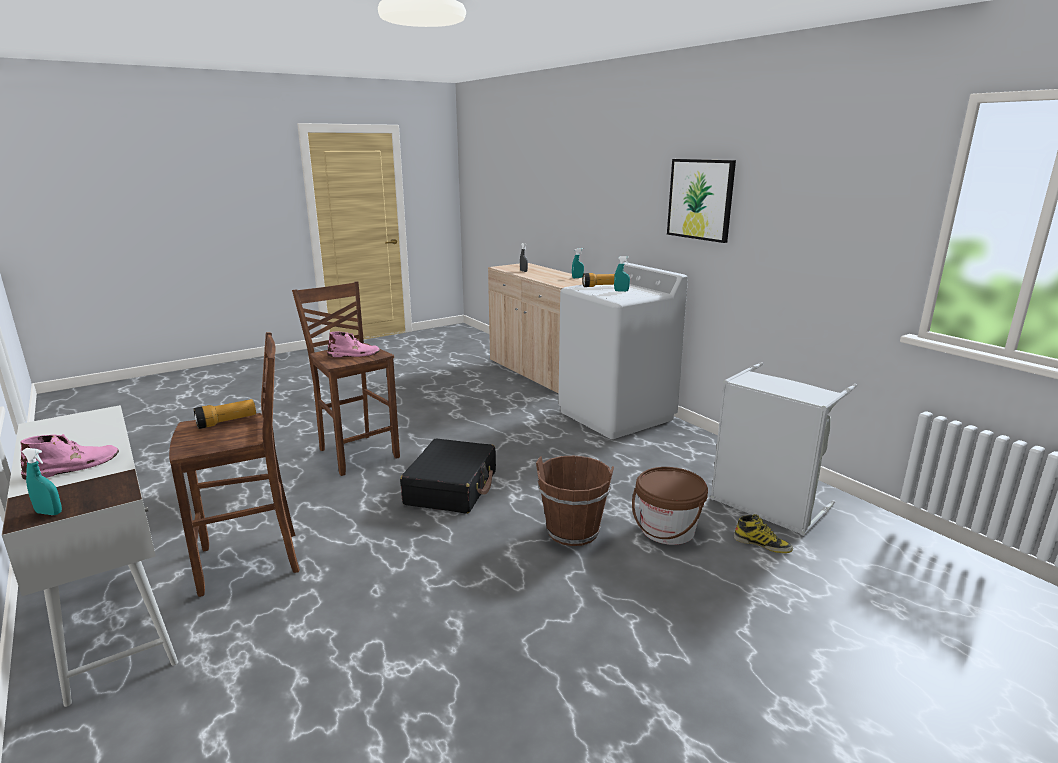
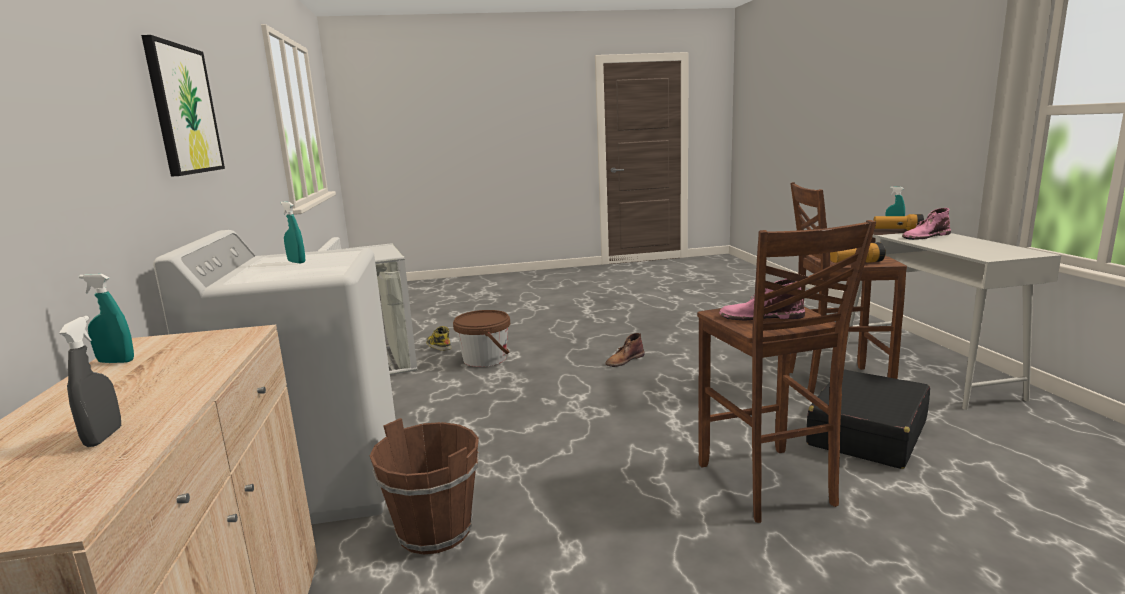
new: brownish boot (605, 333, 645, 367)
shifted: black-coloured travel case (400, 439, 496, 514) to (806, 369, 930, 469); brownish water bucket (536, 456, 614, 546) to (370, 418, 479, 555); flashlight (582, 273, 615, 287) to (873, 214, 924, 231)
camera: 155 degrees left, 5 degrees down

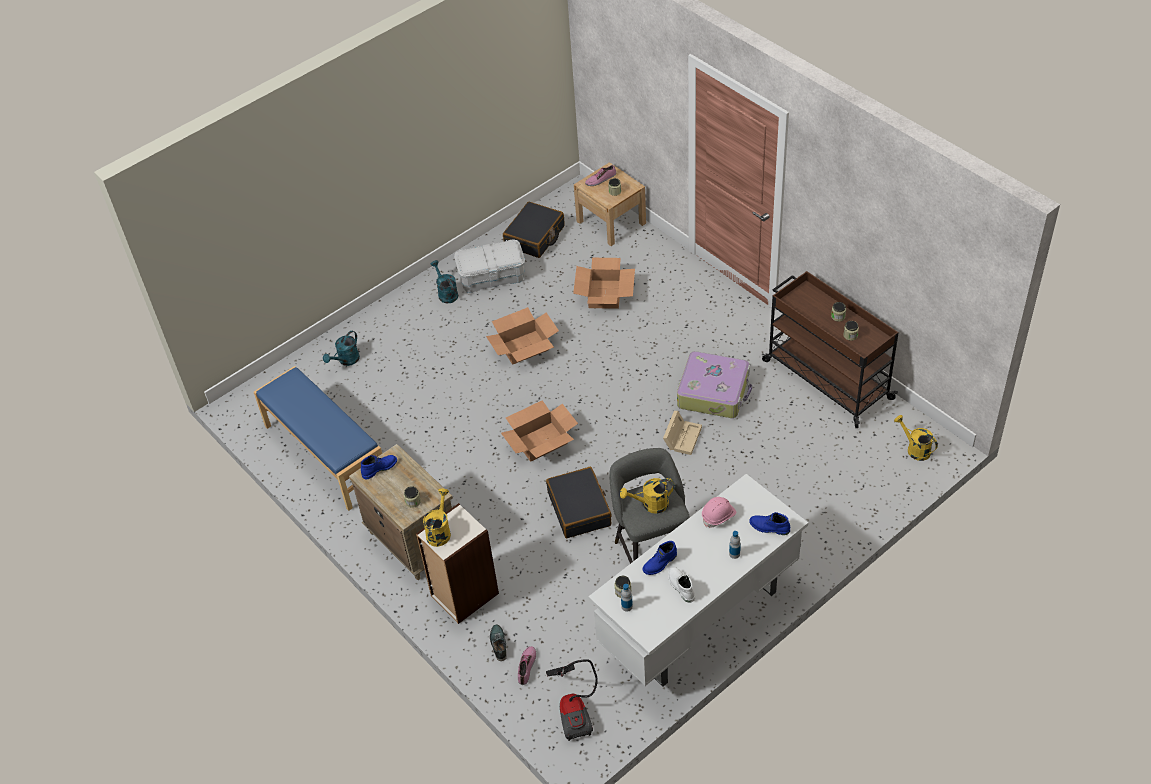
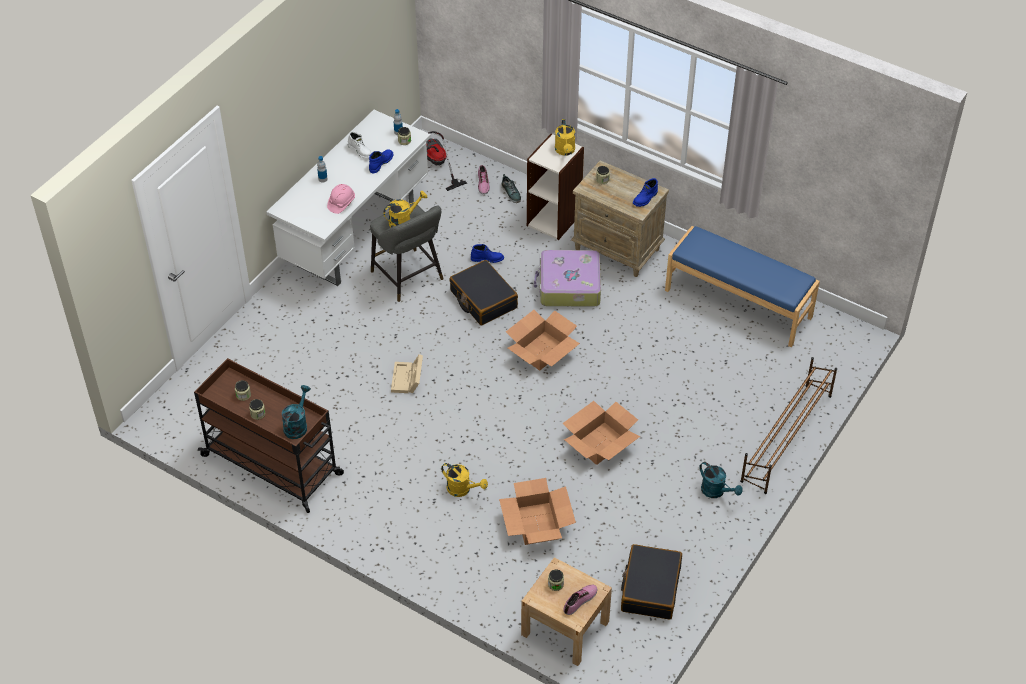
gone: white-coloured storage container (454, 239, 525, 293)
new: brownish shoe rack (740, 357, 837, 494)
shifted: turquoise-coloured watering can (323, 331, 360, 366) to (282, 385, 310, 439); travel case (677, 351, 752, 418) to (534, 250, 601, 307); blue boot (749, 512, 790, 535) to (471, 244, 504, 263); yellow-coloured watering can (894, 415, 938, 461) to (441, 463, 488, 497)
camera: 160 degrees right, 0 degrees up

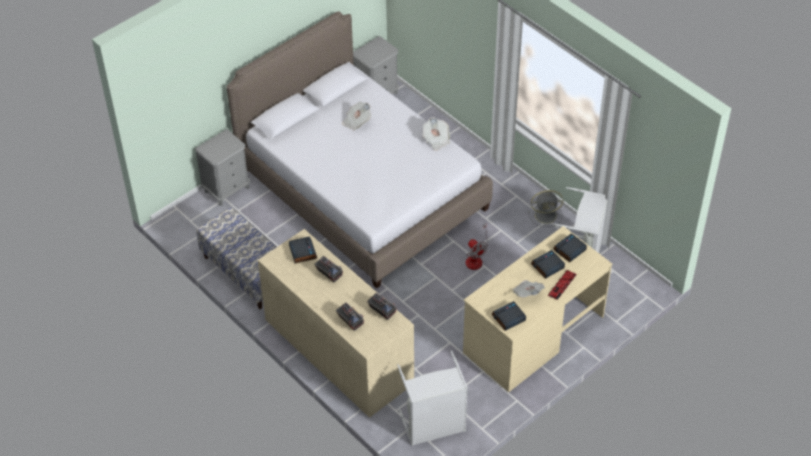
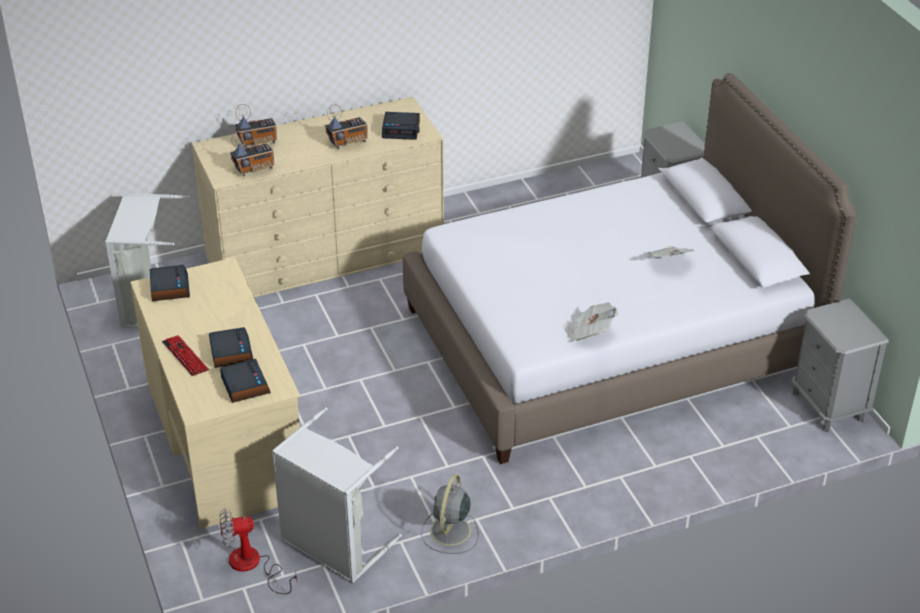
gone: long seat (196, 207, 277, 309); daily paper (512, 280, 545, 297)
shifted: electric fan (466, 223, 488, 270) to (219, 509, 297, 594)
camera: 110 degrees right, 10 degrees down

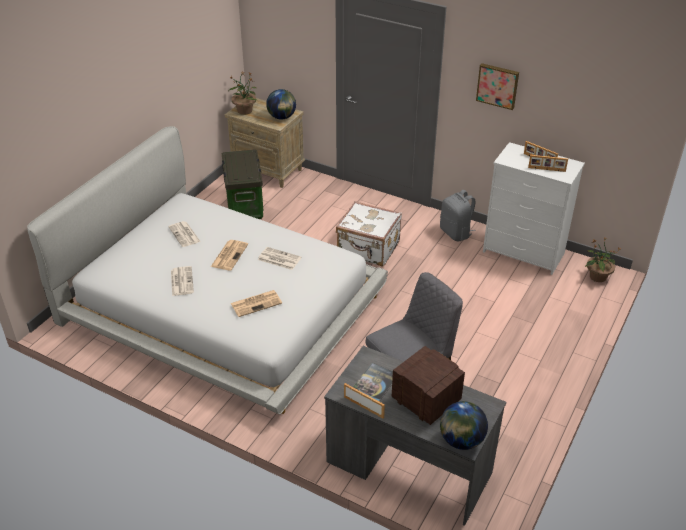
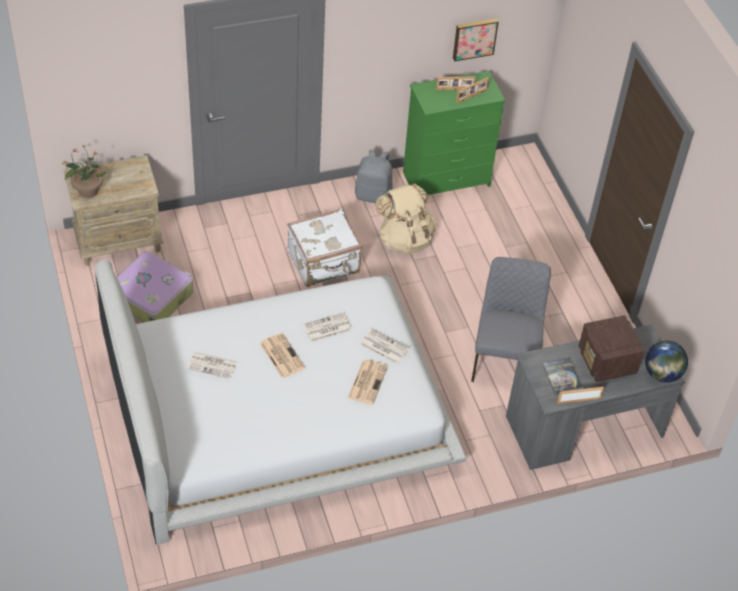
gone: desk globe (266, 89, 296, 119); potted plant (585, 236, 621, 282)
new: beige-coloured knapsack (376, 184, 436, 254)
shifted: daily paper (171, 266, 194, 296) to (360, 328, 409, 364); picture (476, 63, 519, 110) to (453, 18, 499, 61)
swapped: storage container (222, 149, 263, 219) to travel case (117, 252, 193, 323)
repainted: white-coloured dresser (483, 142, 585, 275) to green-coloured dresser (403, 71, 506, 195)
rotated: radio (392, 346, 465, 425) = (579, 315, 644, 382) 105 degrees counterclockwise
camera: 50 degrees left, 10 degrees up

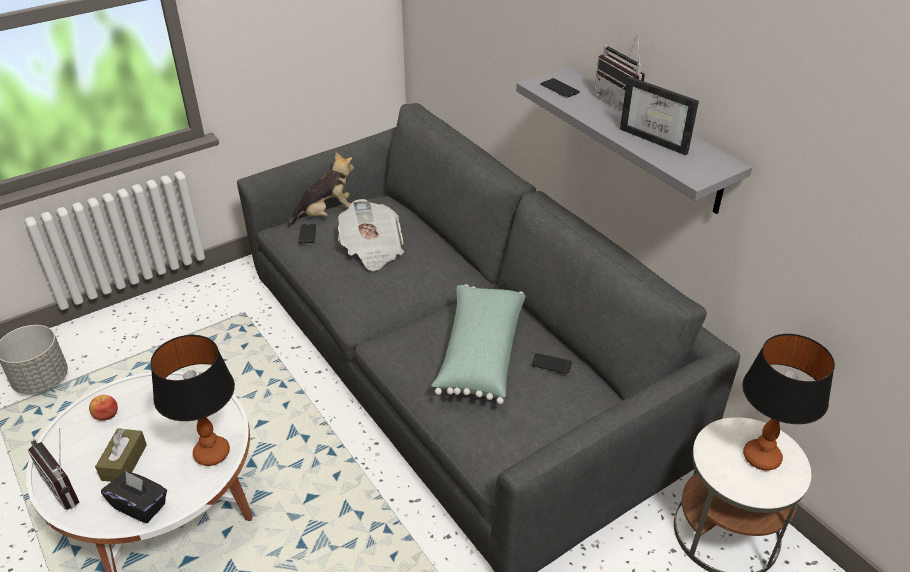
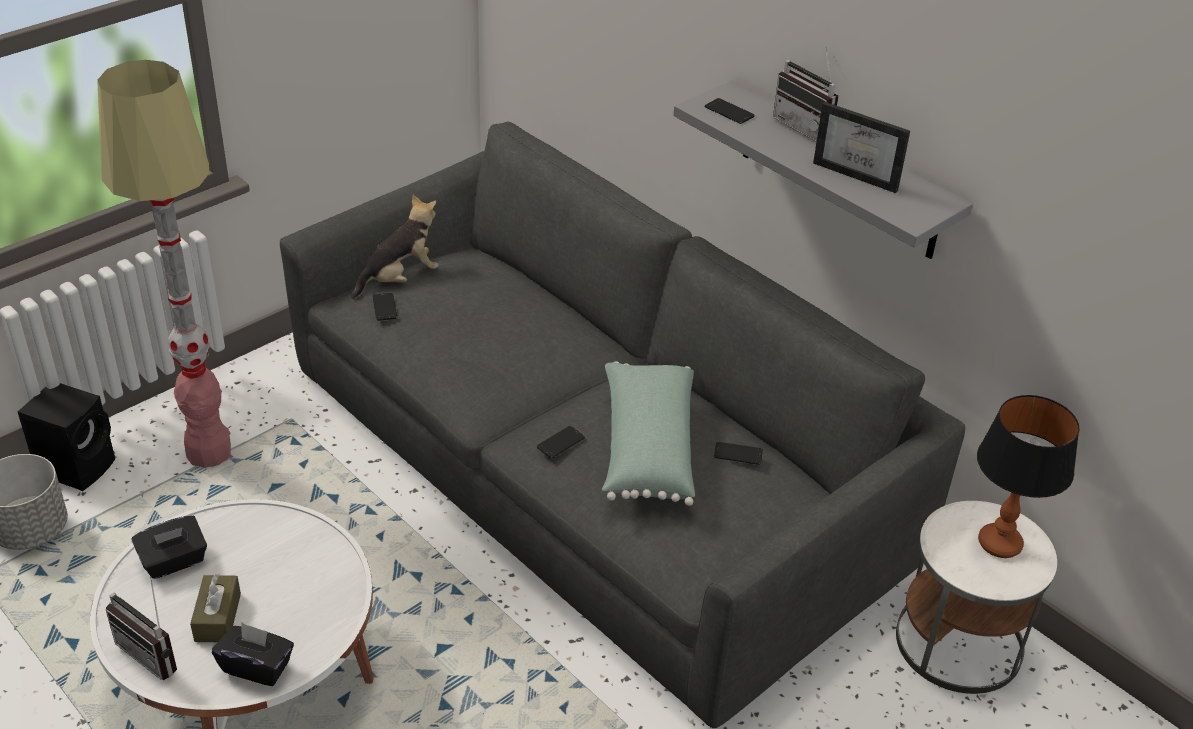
gone: lamp for a table (150, 335, 235, 466); daily paper (338, 199, 404, 271)
new: black-coloured audio speaker (18, 383, 115, 491); standard lamp (97, 60, 231, 468); phone (537, 426, 585, 458)
swapped: apple (89, 395, 118, 421) to black-coloured tissue holder (131, 516, 207, 579)
camera: 10 degrees left, 0 degrees up

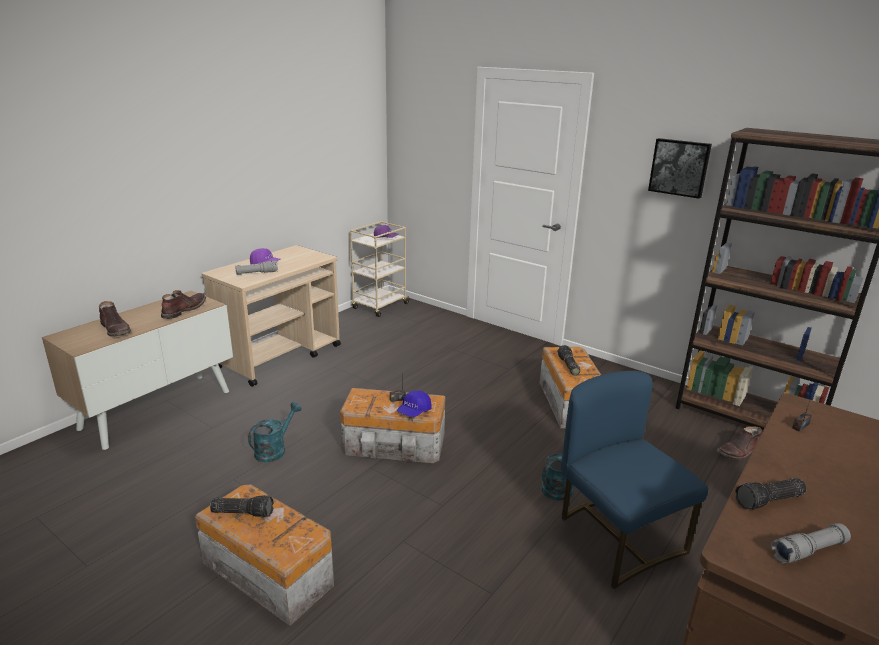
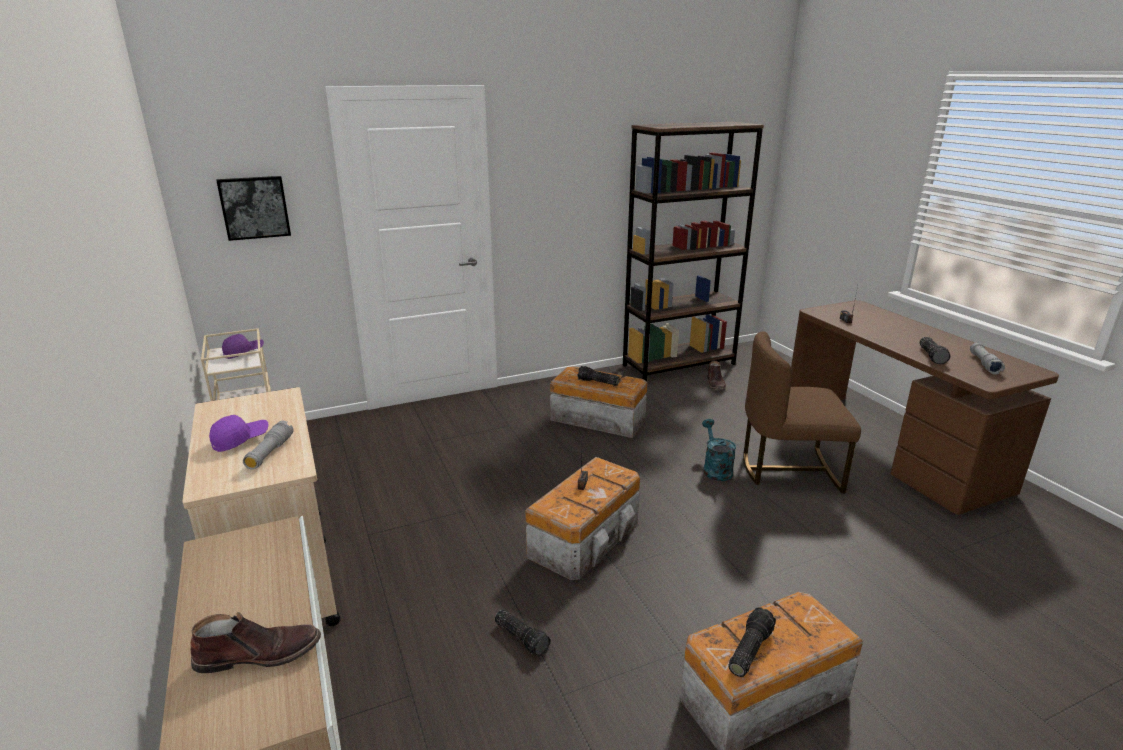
gone: brownish boot (161, 290, 206, 319); blue baseball cap (397, 390, 432, 417)
shifted: picture (648, 138, 712, 199) to (216, 176, 291, 241)
swapped: turquoise-coloured watering can (248, 402, 302, 463) to flashlight (495, 609, 551, 657)
repainted: blue chair (561, 371, 708, 589) to brownish chair (743, 332, 861, 494)
camera: 60 degrees left, 0 degrees up

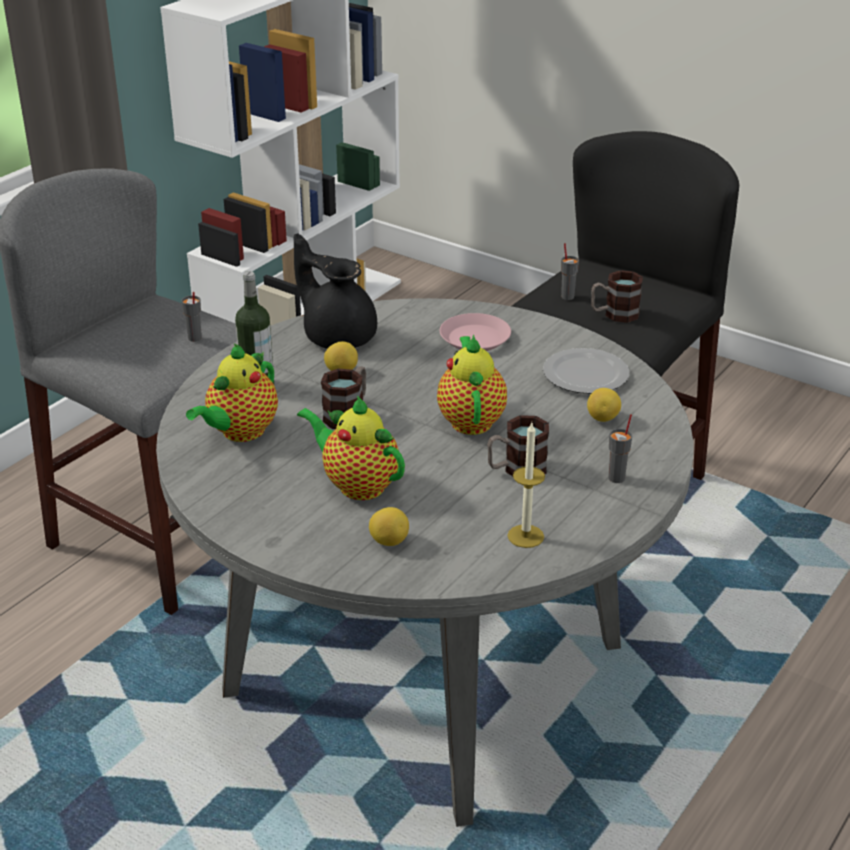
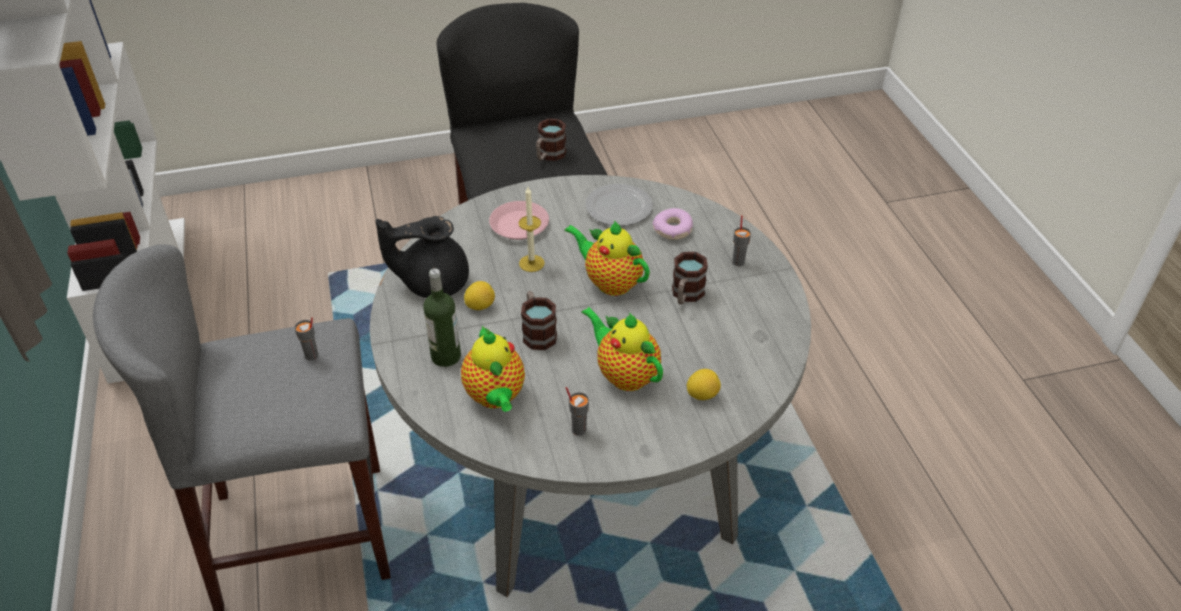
shifted: candle (507, 423, 545, 548) to (519, 187, 545, 272); gray drinking cup (561, 243, 579, 300) to (566, 387, 589, 436)
swapped: lemon (587, 388, 621, 422) to doughnut (653, 208, 693, 240)
rotated: teapot (297, 395, 405, 500) = (581, 307, 663, 391) 60 degrees clockwise
camera: 50 degrees left, 10 degrees up

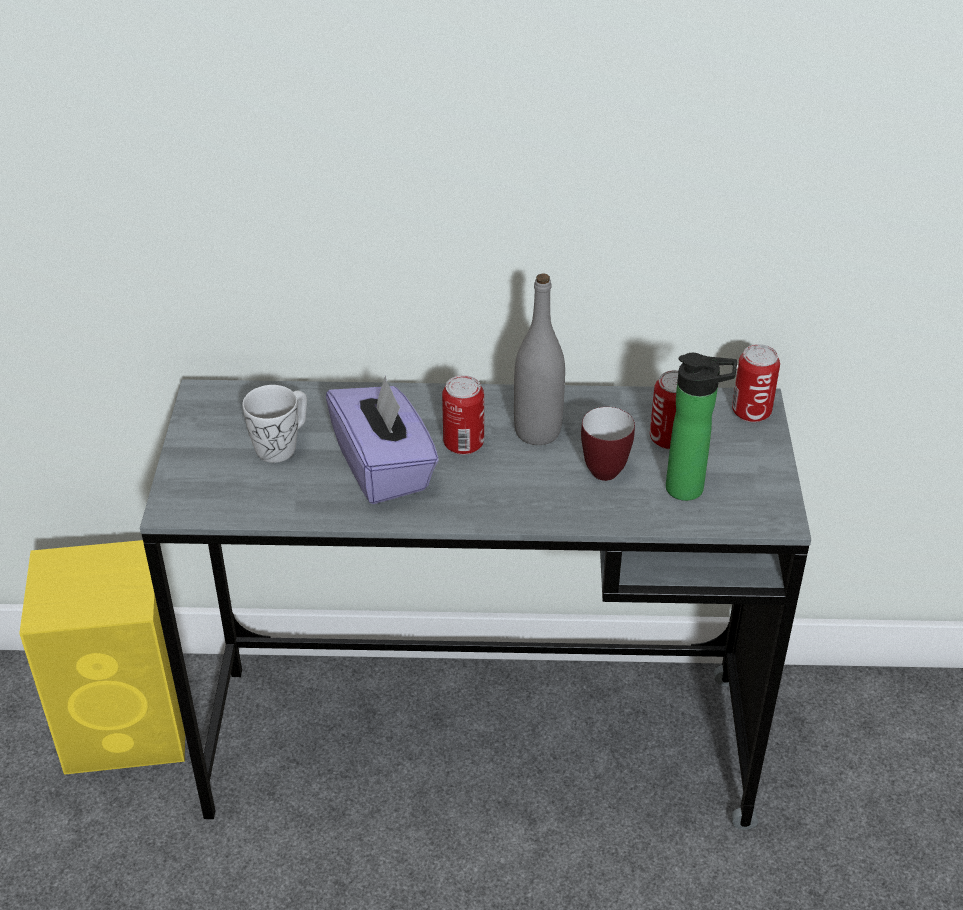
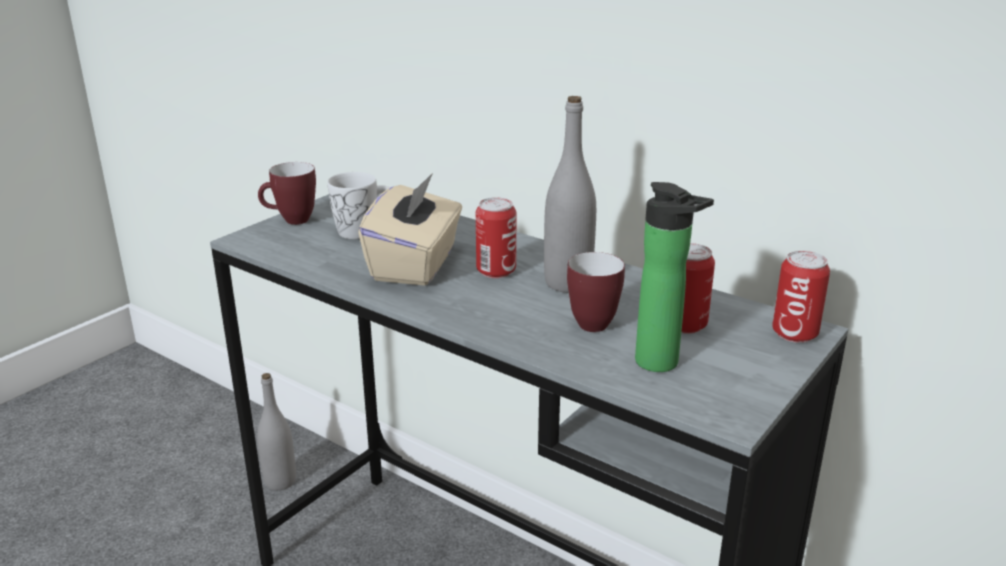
new: tea mug (258, 162, 316, 225)
swapped: yellow-coloured audio speaker (19, 540, 185, 775) to gray bottle (257, 373, 296, 491)
repainted: purple tissue holder (326, 375, 439, 504) to beige-coloured tissue holder (358, 173, 462, 286)
camera: 35 degrees right, 15 degrees down

